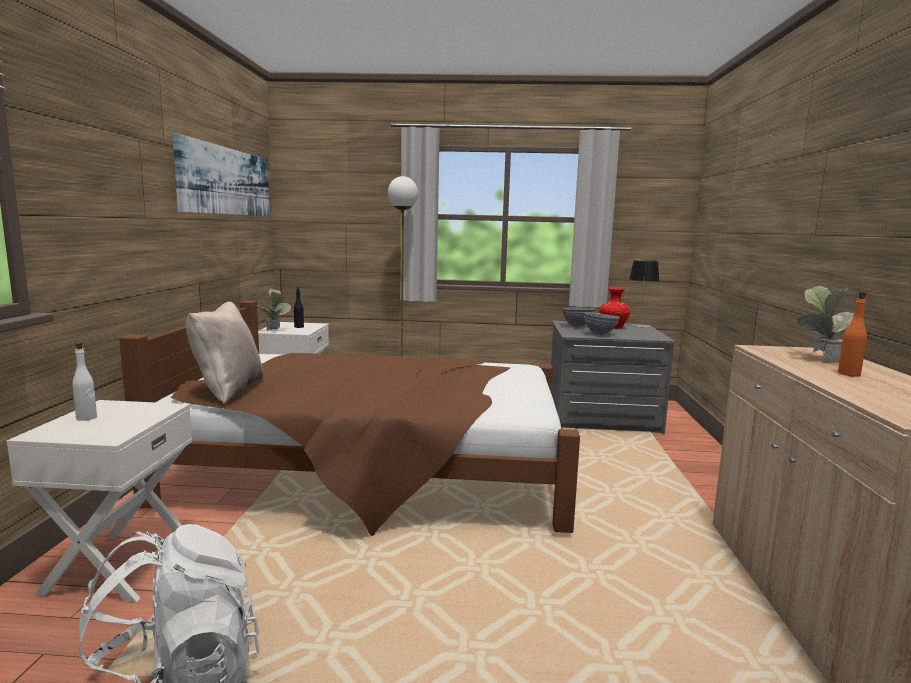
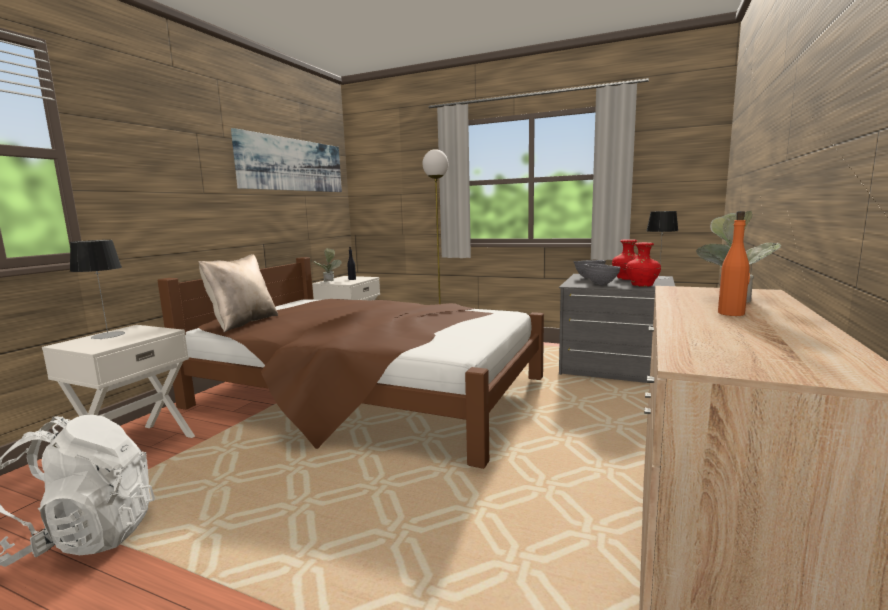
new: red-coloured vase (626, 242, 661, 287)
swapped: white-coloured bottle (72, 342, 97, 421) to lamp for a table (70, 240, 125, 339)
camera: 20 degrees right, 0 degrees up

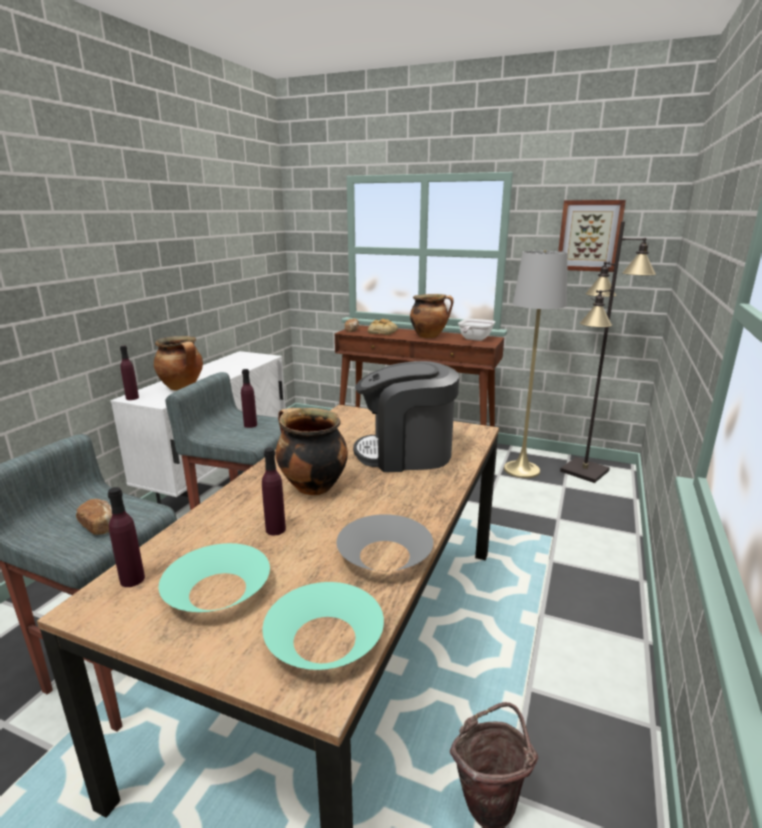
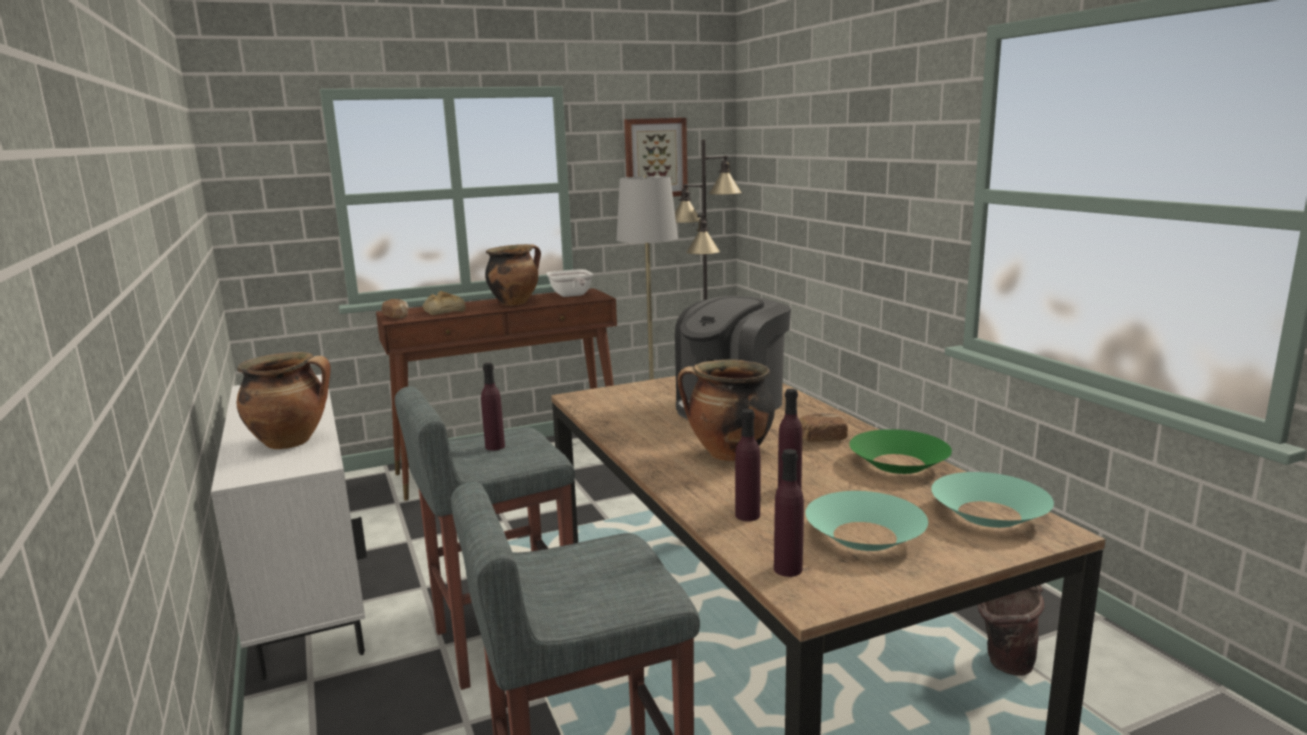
shifted: baked bread (76, 499, 112, 535) to (799, 413, 848, 442); purple bottle (120, 346, 139, 400) to (735, 409, 761, 521)
repainted: gray deep dish (337, 514, 433, 571) to green-coloured deep dish (849, 429, 952, 474)
camera: 45 degrees left, 5 degrees down

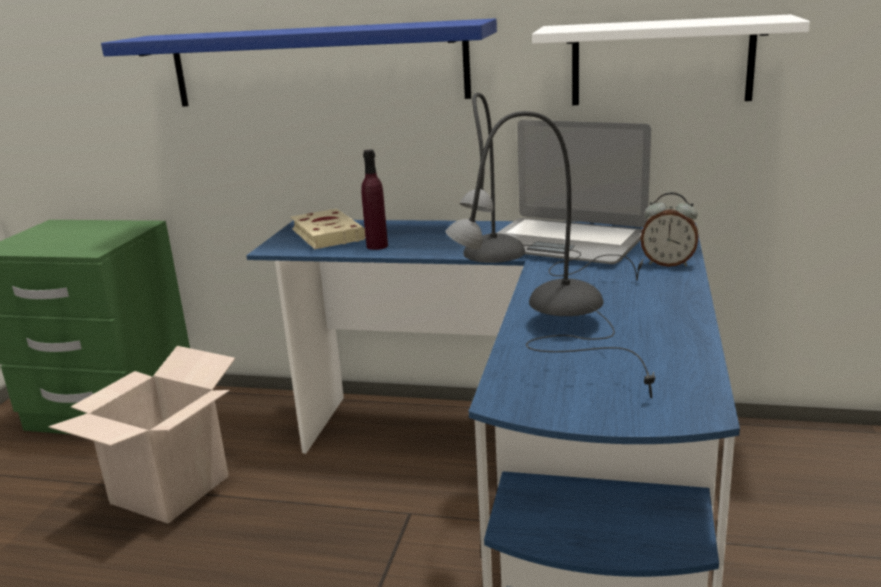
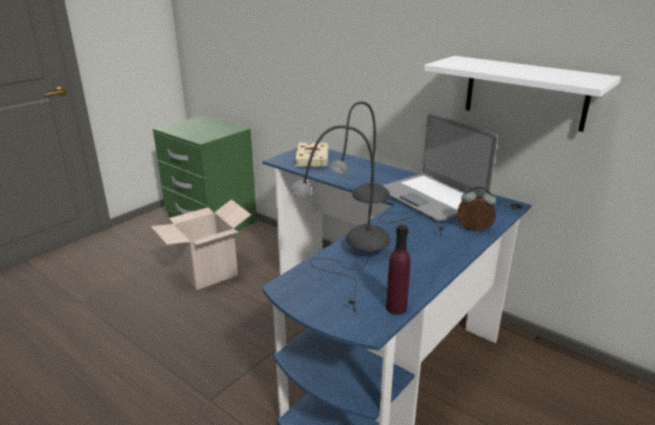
gone: blue shelf (101, 18, 497, 107)
shifted: purple bottle (361, 150, 388, 250) to (386, 225, 411, 315)
rotated: bedside clock (640, 192, 699, 267) = (458, 186, 496, 231) 150 degrees clockwise
camera: 25 degrees right, 5 degrees up

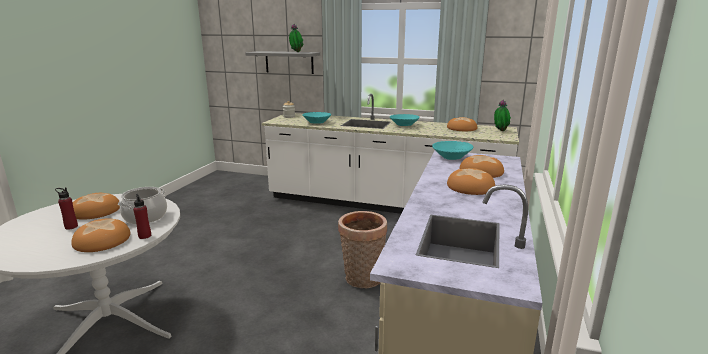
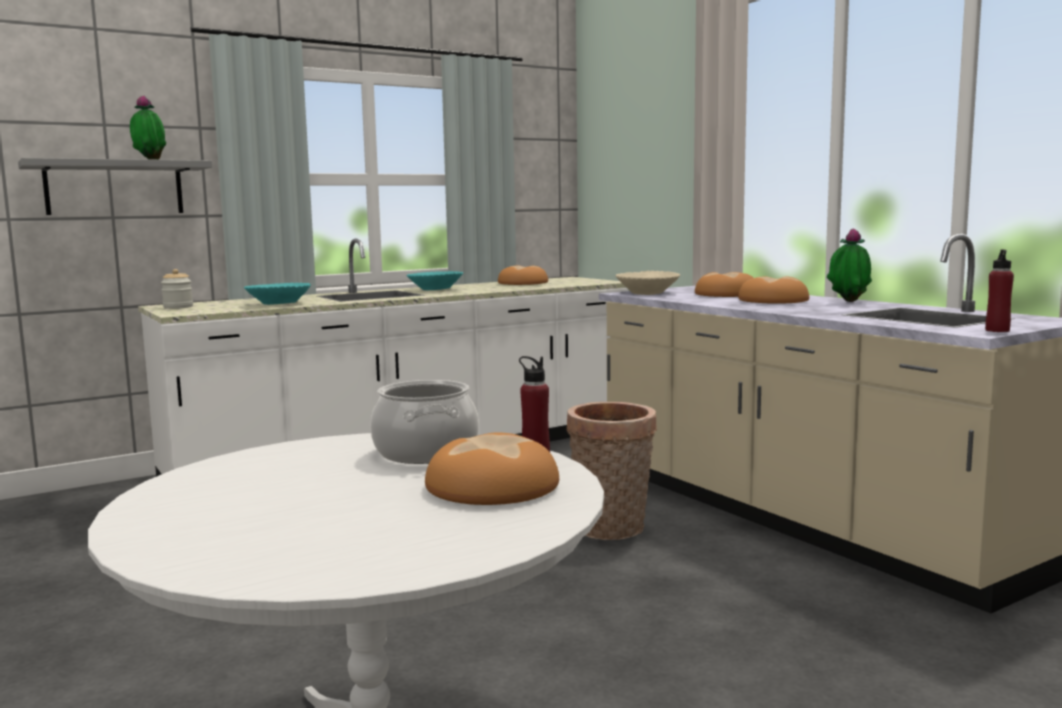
gone: baked bread (73, 193, 120, 220)
shifted: red-coloured bottle (55, 187, 78, 230) to (985, 250, 1014, 332); potted plant (494, 100, 511, 131) to (827, 228, 872, 302)
repainted: turquoise-coloured deep dish (432, 141, 473, 160) to beige-coloured deep dish (616, 271, 680, 295)
camera: 50 degrees left, 10 degrees down

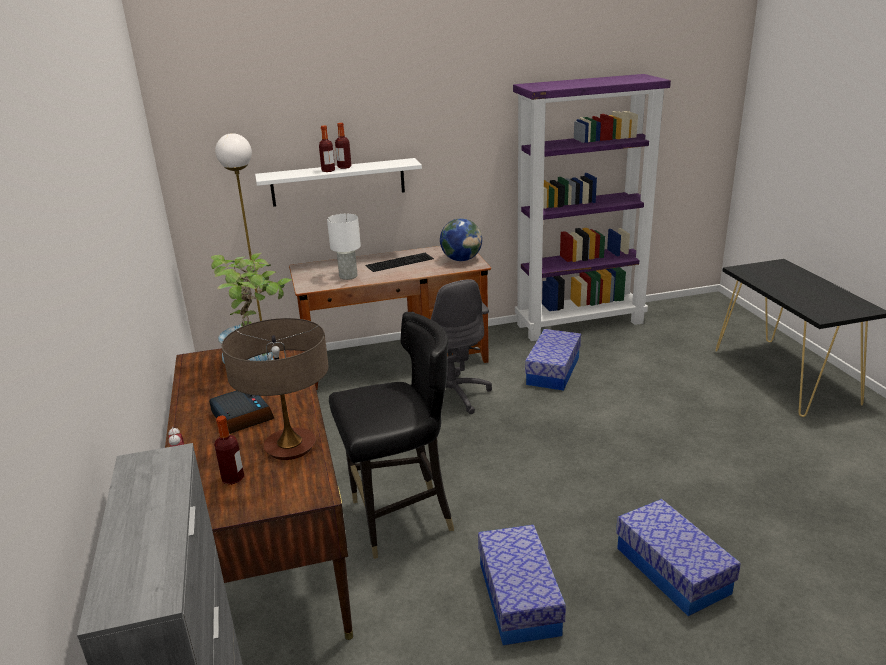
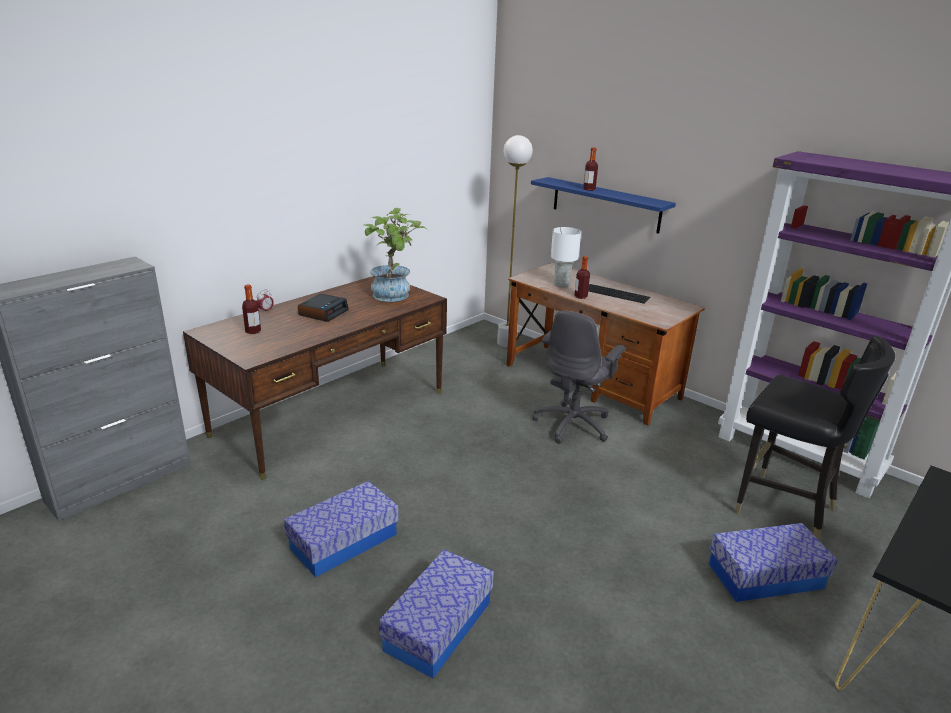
gone: lamp for a table (222, 318, 329, 460); desk globe (440, 218, 482, 261)
shifted: black-coloured chair (329, 312, 454, 559) to (735, 335, 895, 541); bottle (335, 123, 352, 169) to (574, 256, 590, 299); storage container (525, 329, 581, 391) to (709, 523, 837, 602)
repainted: white-coloured shelf (255, 158, 422, 207) to blue shelf (531, 177, 676, 234)
camera: 55 degrees right, 0 degrees up

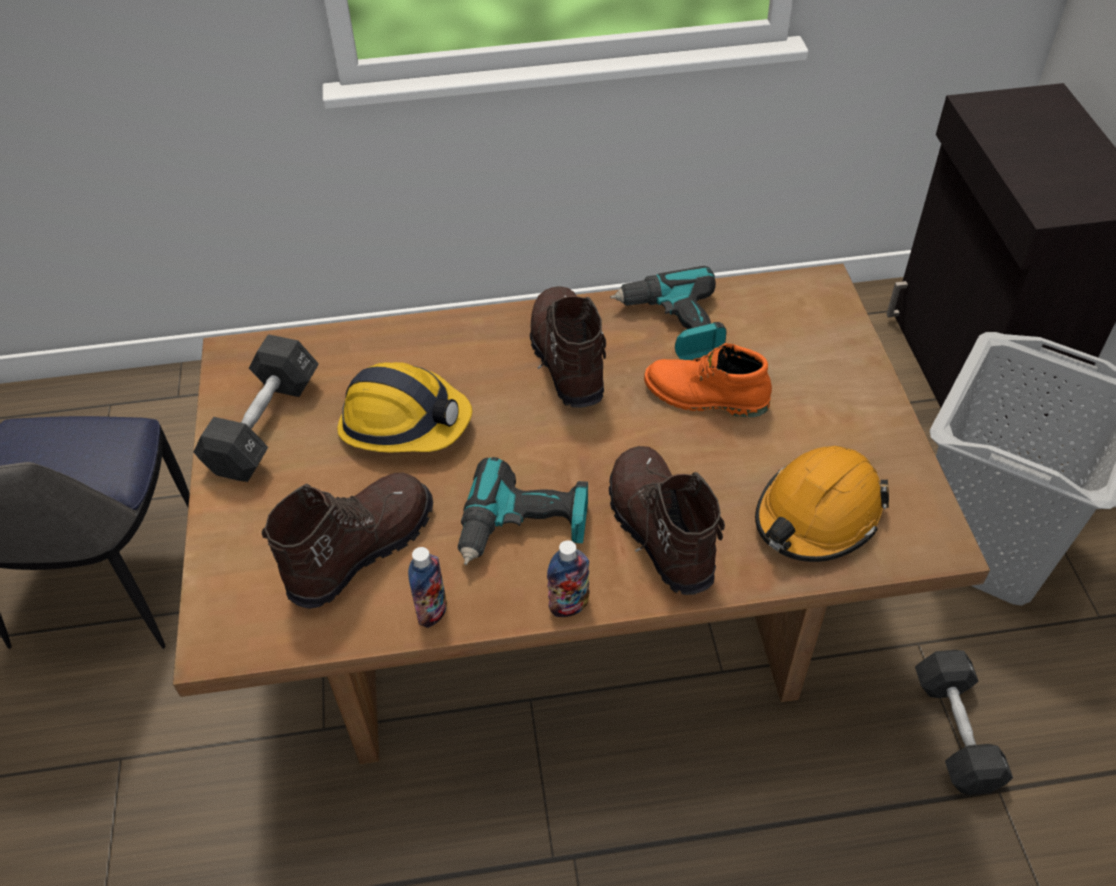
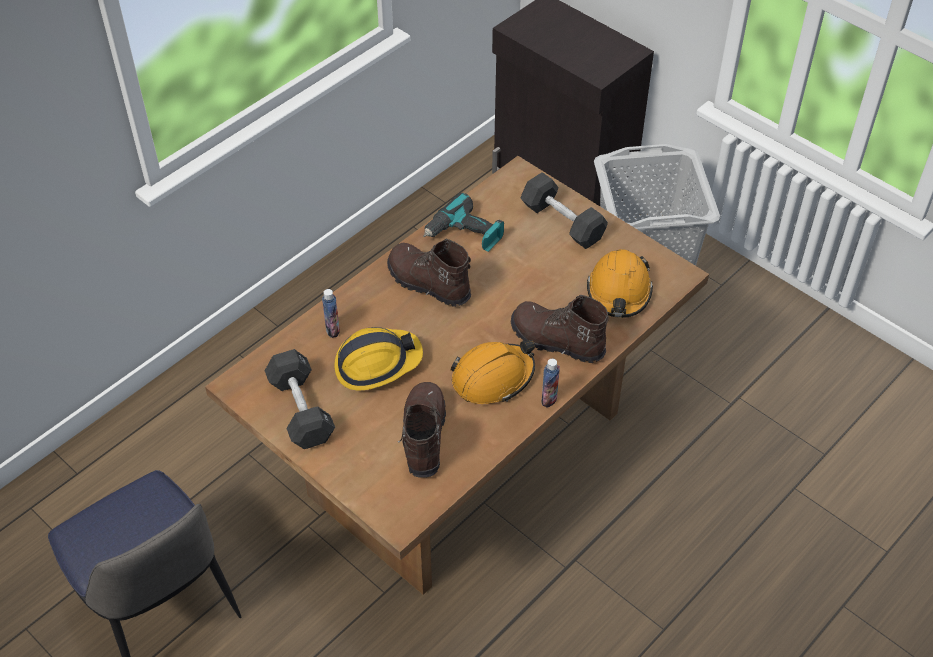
gone: orangey boot (644, 343, 772, 417)
shifted: bottle (408, 547, 447, 628) to (322, 289, 340, 338); black-coloured dumbbell (915, 650, 1013, 795) to (521, 172, 608, 249)
swapped: power drill (458, 457, 588, 565) to orangey safety helmet (450, 340, 535, 404)
camera: 40 degrees left, 0 degrees up

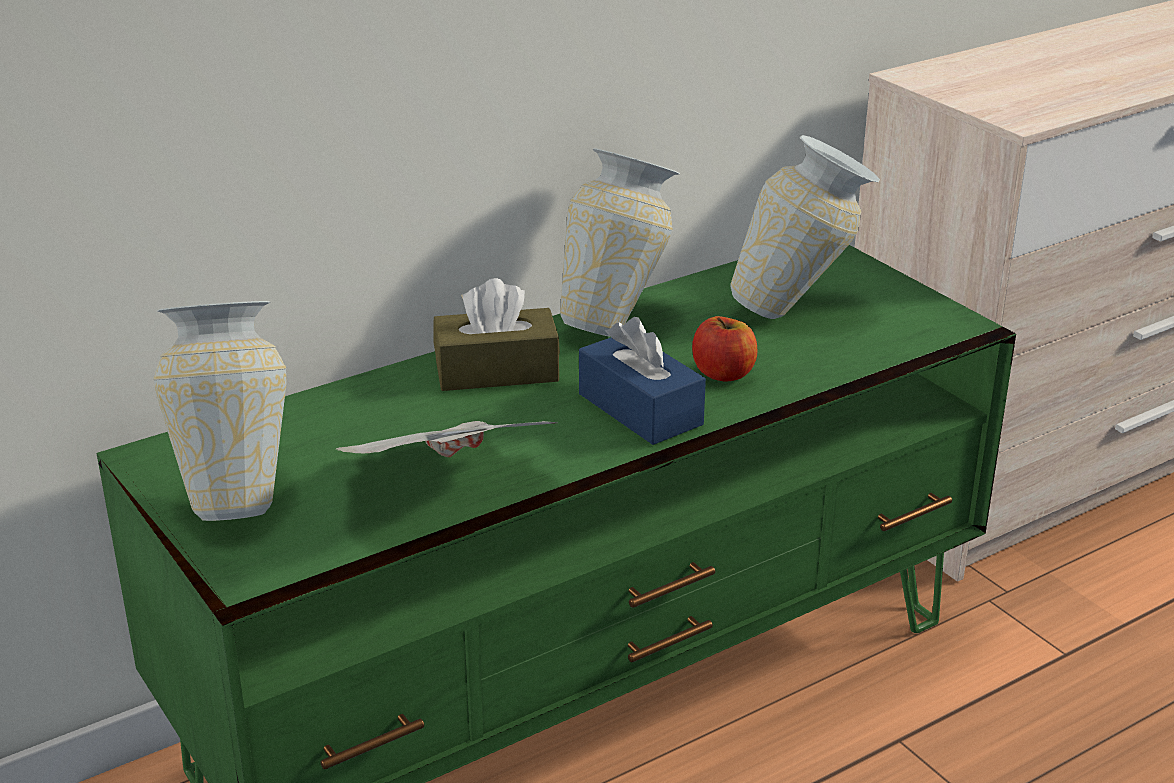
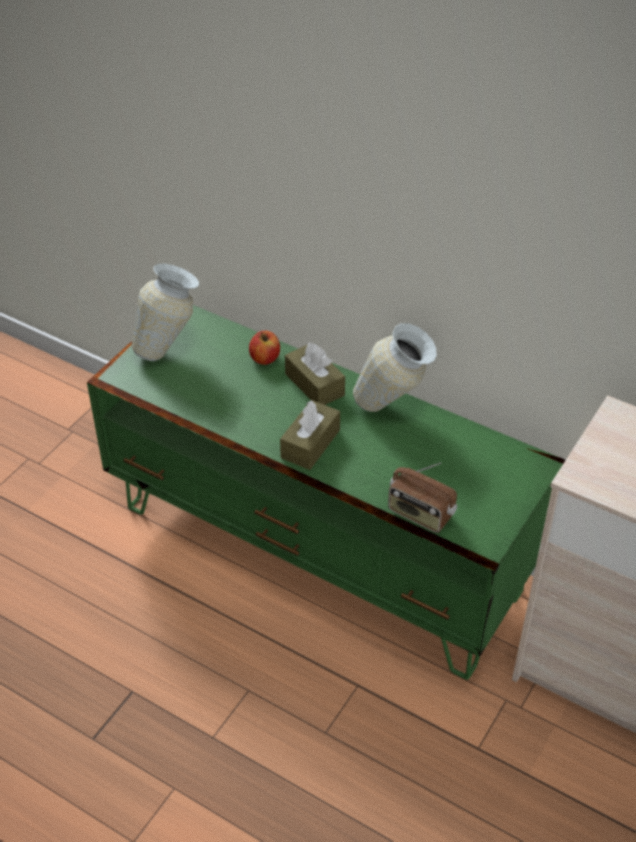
gone: daily paper (336, 421, 557, 457); vase (731, 135, 880, 319)
new: radio (388, 462, 457, 533)
shifted: apple (692, 316, 758, 381) to (249, 331, 280, 365)
repainted: blue tissue holder (579, 317, 706, 445) to brownish tissue holder (280, 400, 340, 470)
camera: 65 degrees right, 15 degrees up

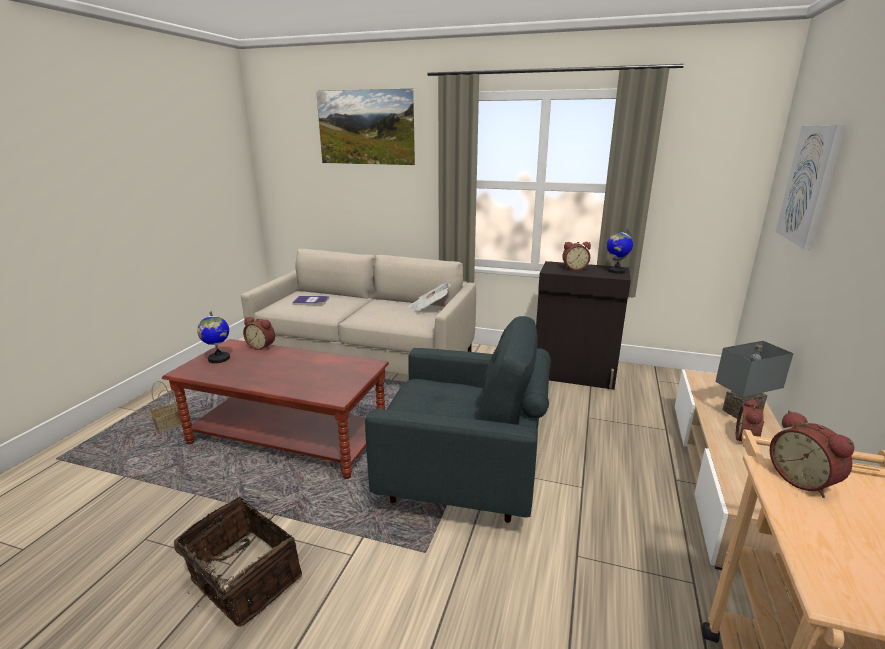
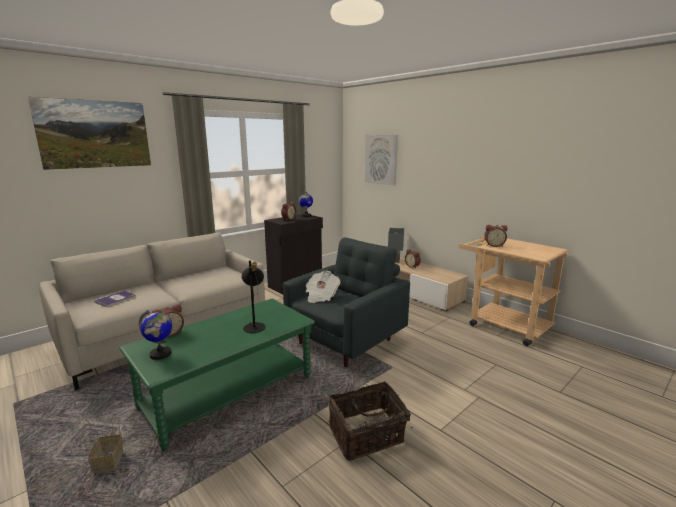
new: black-coloured lamp for a table (242, 260, 266, 333)
shifted: daily paper (408, 283, 451, 311) to (305, 271, 340, 303)
repainted: brownish coffee table (162, 339, 389, 479) to green-coloured coffee table (119, 299, 315, 450)
camera: 60 degrees left, 5 degrees down

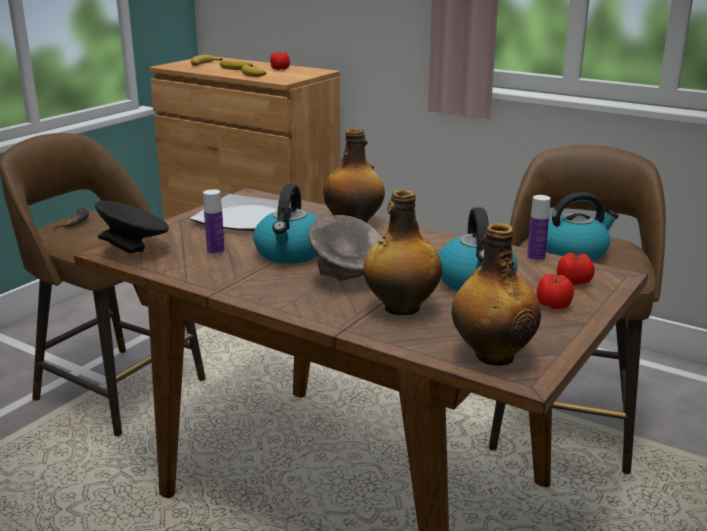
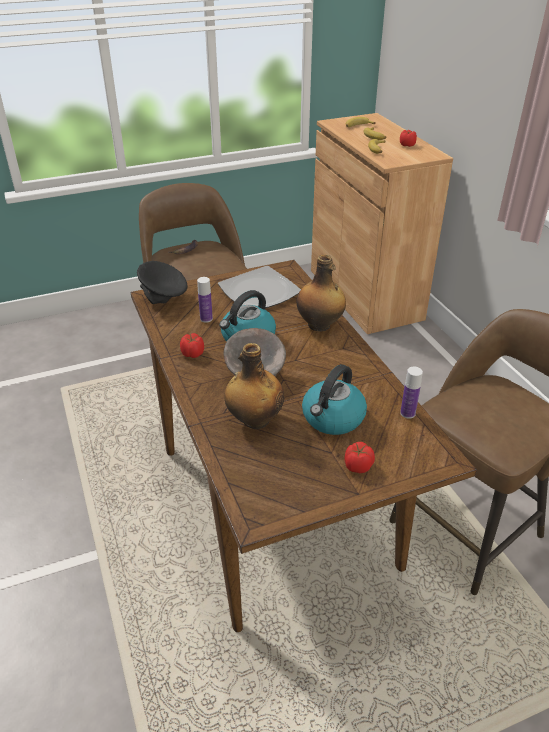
gone: bottle (452, 223, 541, 366); water kettle (546, 192, 619, 262)
shifted: tomato (557, 253, 595, 286) to (180, 333, 204, 358)
camera: 35 degrees right, 15 degrees up

